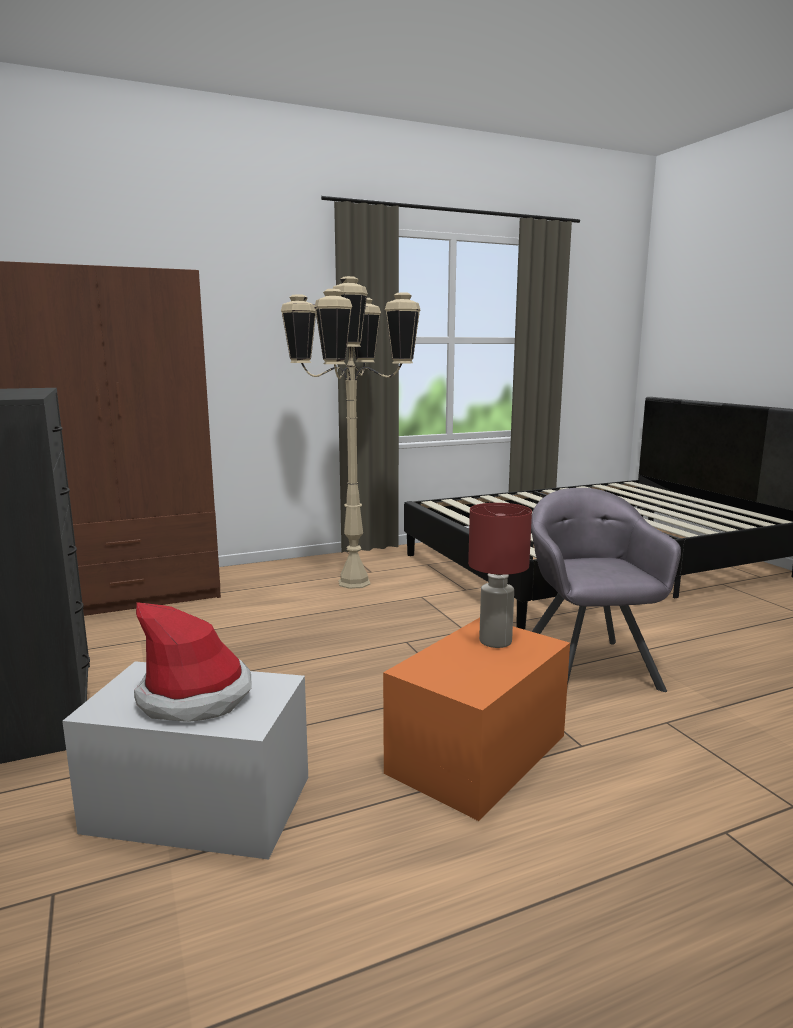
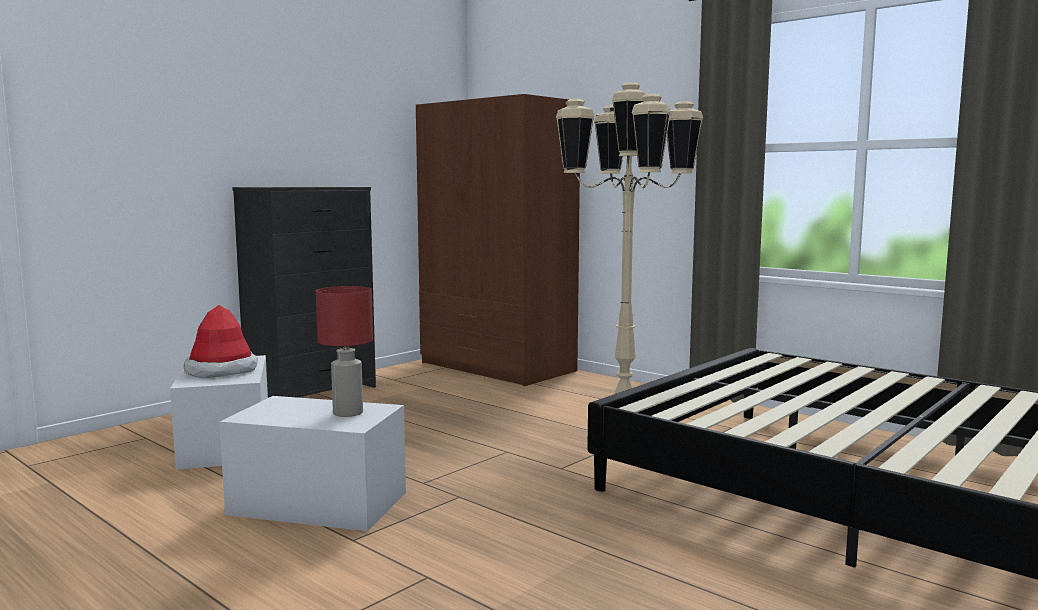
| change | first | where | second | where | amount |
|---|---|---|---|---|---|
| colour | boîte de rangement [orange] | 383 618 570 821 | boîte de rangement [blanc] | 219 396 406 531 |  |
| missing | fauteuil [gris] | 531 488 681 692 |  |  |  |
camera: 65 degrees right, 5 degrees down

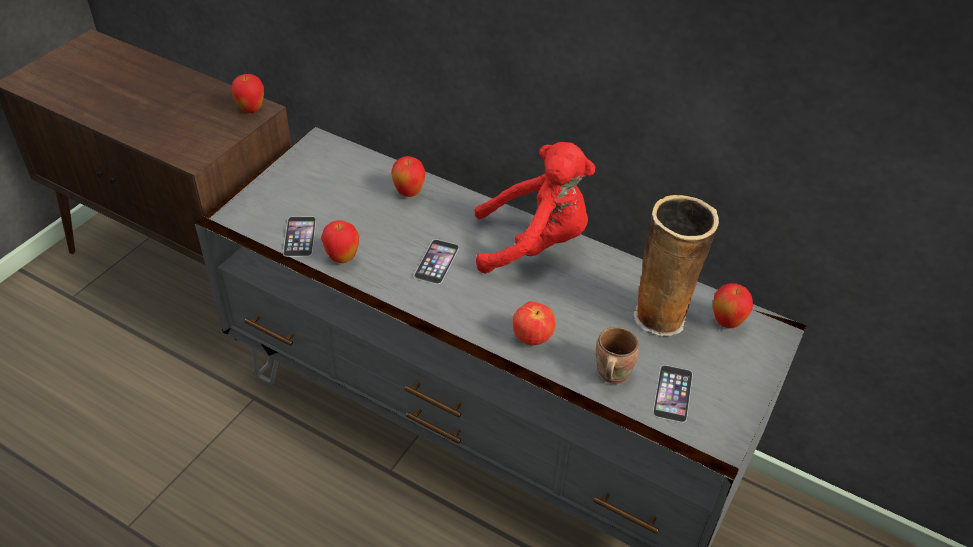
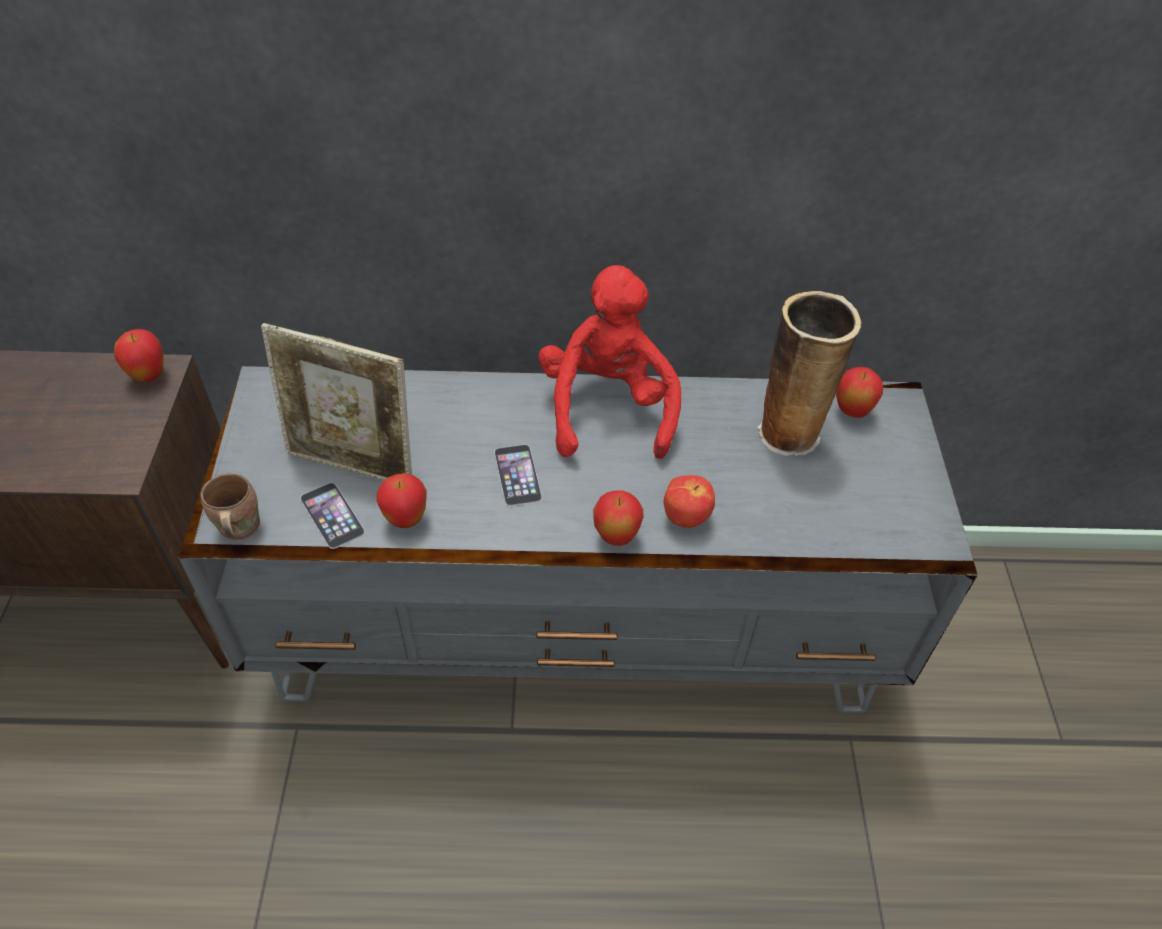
| change | first | where | second | where | amount |
|---|---|---|---|---|---|
| relocated | pomme | 391 156 425 197 |  | 593 490 643 546 |  |
| spun | peluche [rouge] | 474 142 595 274 |  | 538 265 681 459 | 60 degrees counterclockwise |
| relocated | mug [marron] | 596 327 639 384 |  | 201 473 260 541 |  |
| missing | téléphone | 653 365 693 423 |  |  |  |
| appeared |  |  | cadre photo | 261 323 412 480 |  |
camera: 30 degrees left, 5 degrees up

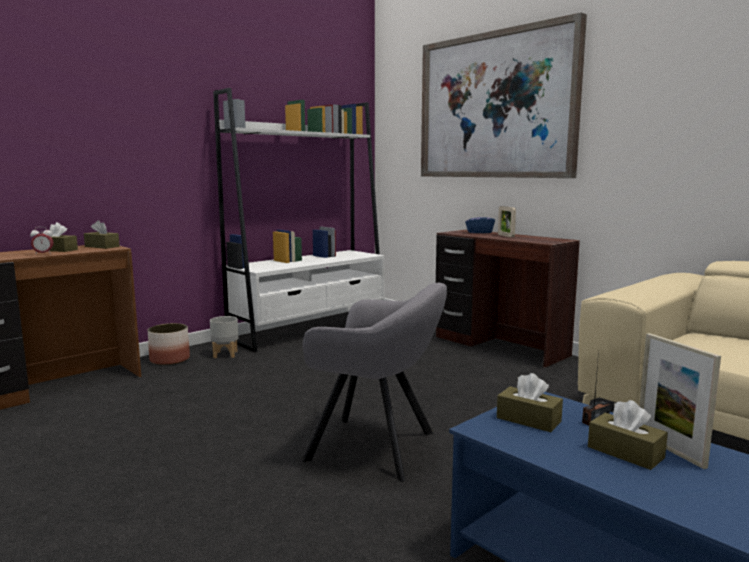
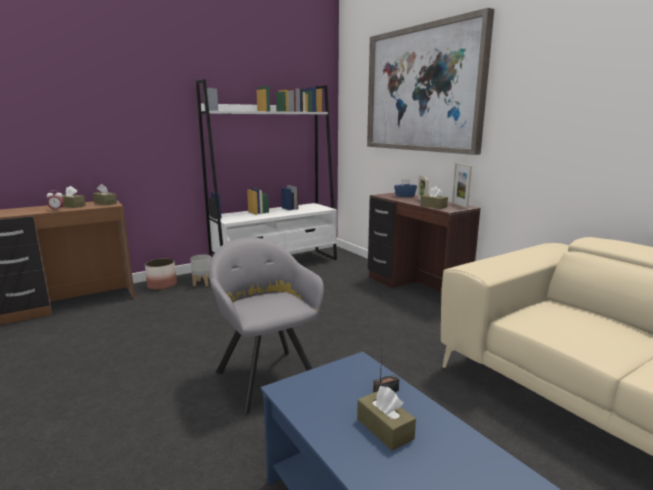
| change | first | where | second | where | amount |
|---|---|---|---|---|---|
| spun | fauteuil [gris] | 302 283 447 482 |  | 209 237 324 415 | 150 degrees counterclockwise |
| relocated | boîte à mouchoirs [marron] | 497 373 563 432 |  | 420 186 448 209 |  |
| relocated | cadre photo | 639 333 721 469 |  | 452 163 472 208 |  |
camera: 10 degrees right, 5 degrees up

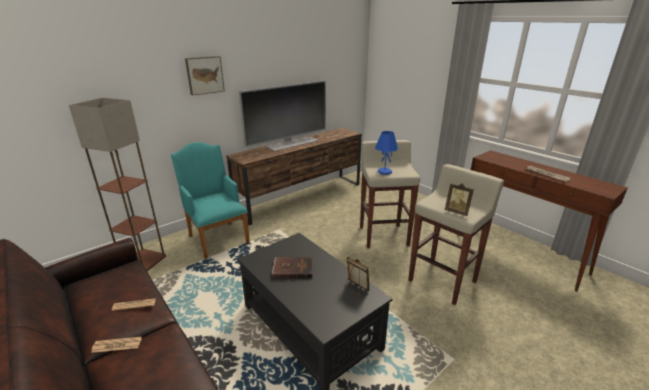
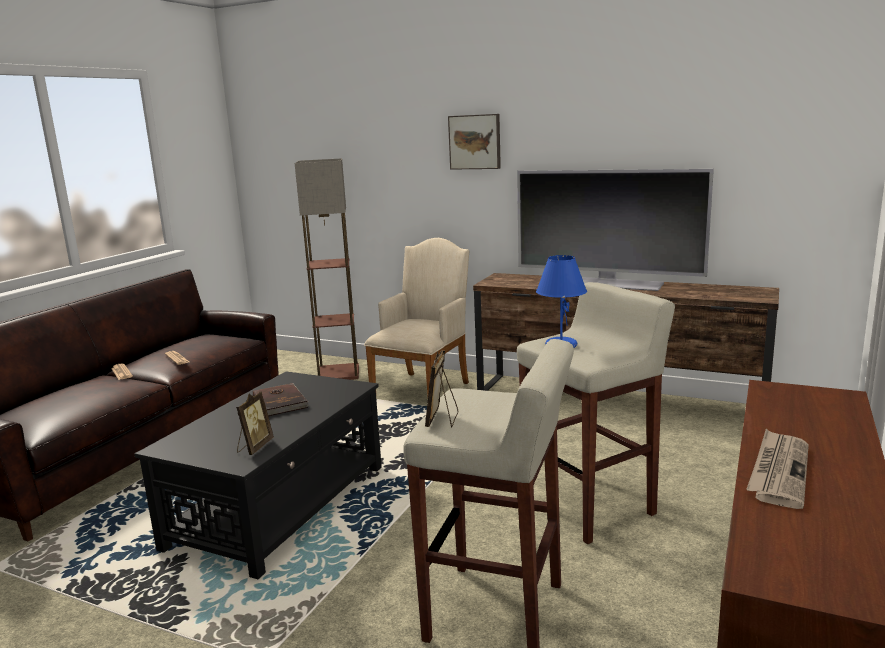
| change | first | where | second | where | amount |
|---|---|---|---|---|---|
| colour | fauteuil [turquoise] | 171 142 250 259 | fauteuil [beige] | 364 238 469 396 |  |
camera: 65 degrees right, 10 degrees down

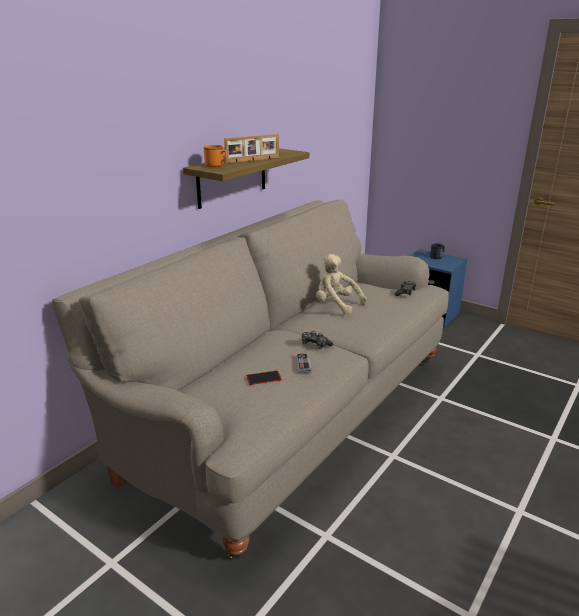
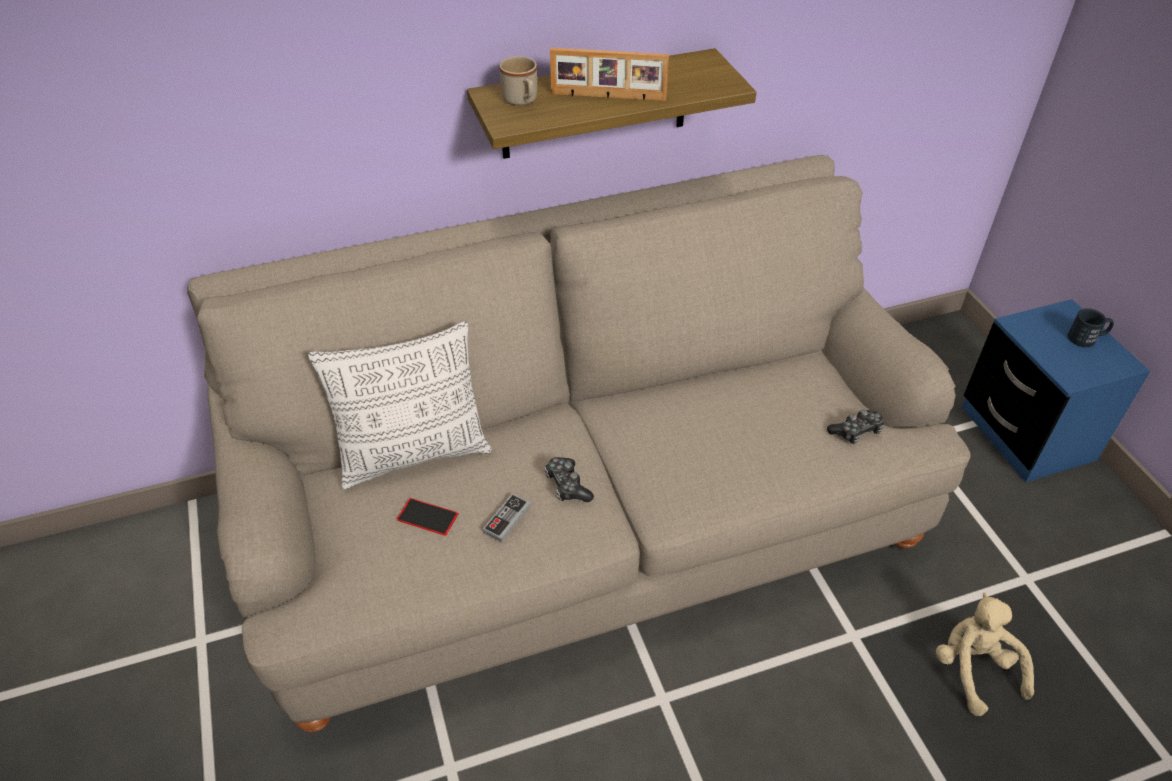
| change | first | where | second | where | amount |
|---|---|---|---|---|---|
| colour | mug [orange] | 204 145 227 167 | mug [beige] | 500 56 537 106 |  |
| relocated | peluche [beige] | 316 254 367 315 |  | 936 593 1034 716 |  |
| appeared |  |  | coussin | 308 322 492 489 |  |
camera: 35 degrees right, 20 degrees up

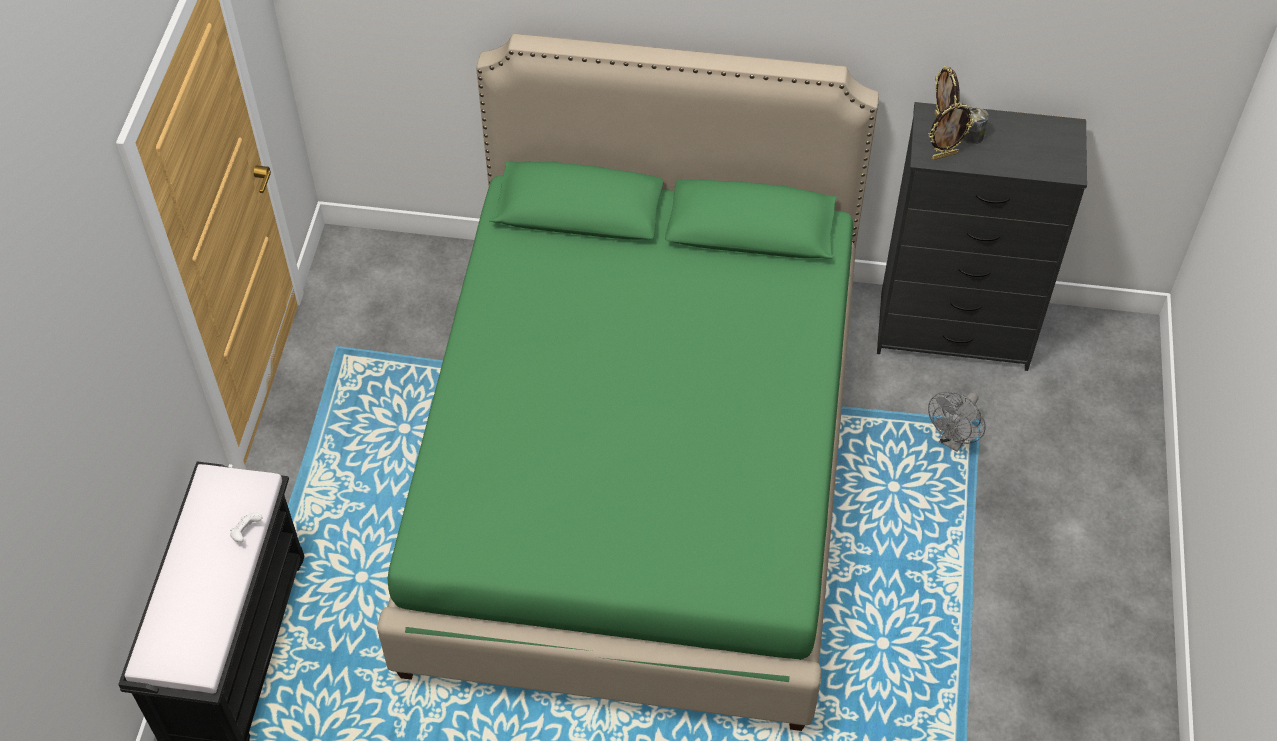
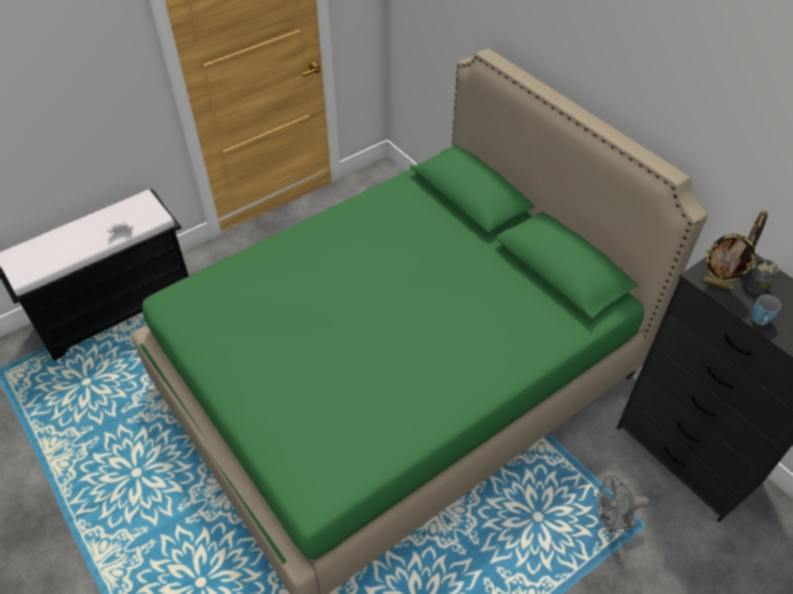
| change | first | where | second | where | amount |
|---|---|---|---|---|---|
| appeared |  |  | mug [bleu] | 752 295 781 325 |  |
camera: 45 degrees right, 5 degrees down

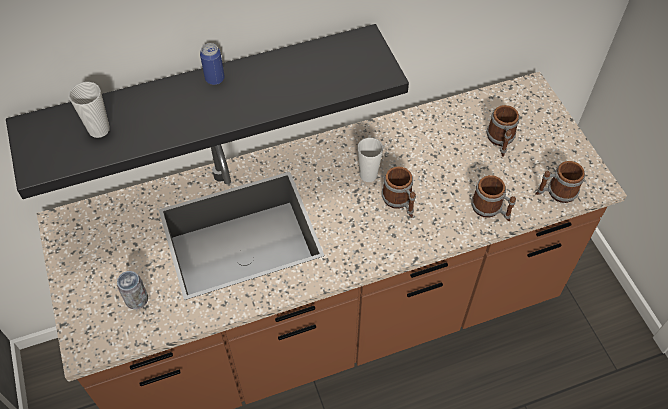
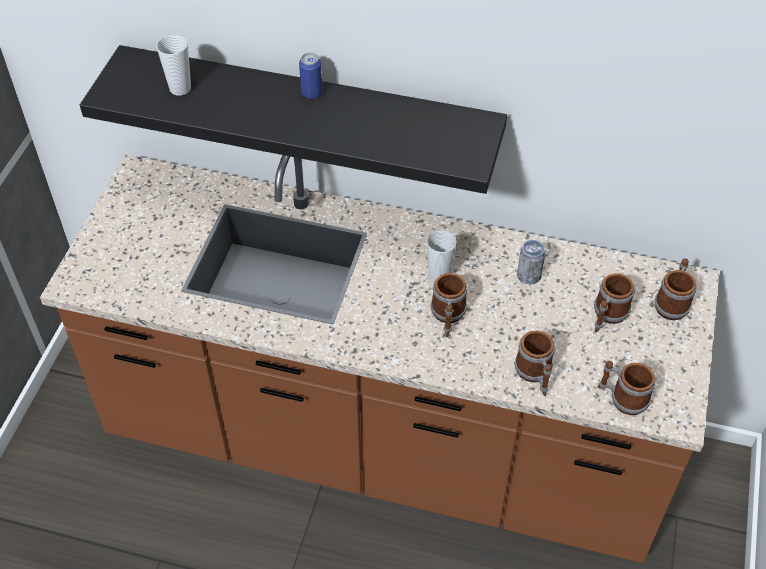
| change | first | where | second | where | amount |
|---|---|---|---|---|---|
| relocated | boîte métallique | 117 271 148 309 |  | 517 239 546 284 |  |
| appeared |  |  | mug | 655 258 697 320 |  |
camera: 35 degrees right, 5 degrees down

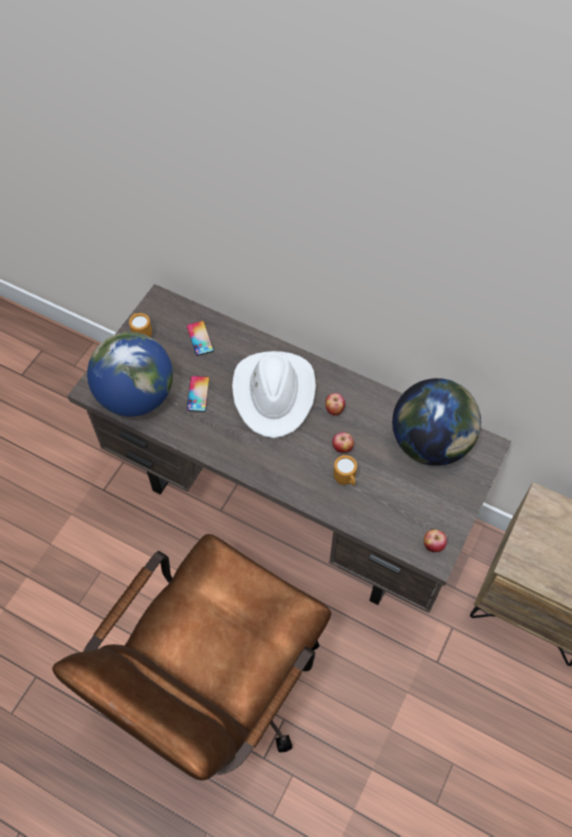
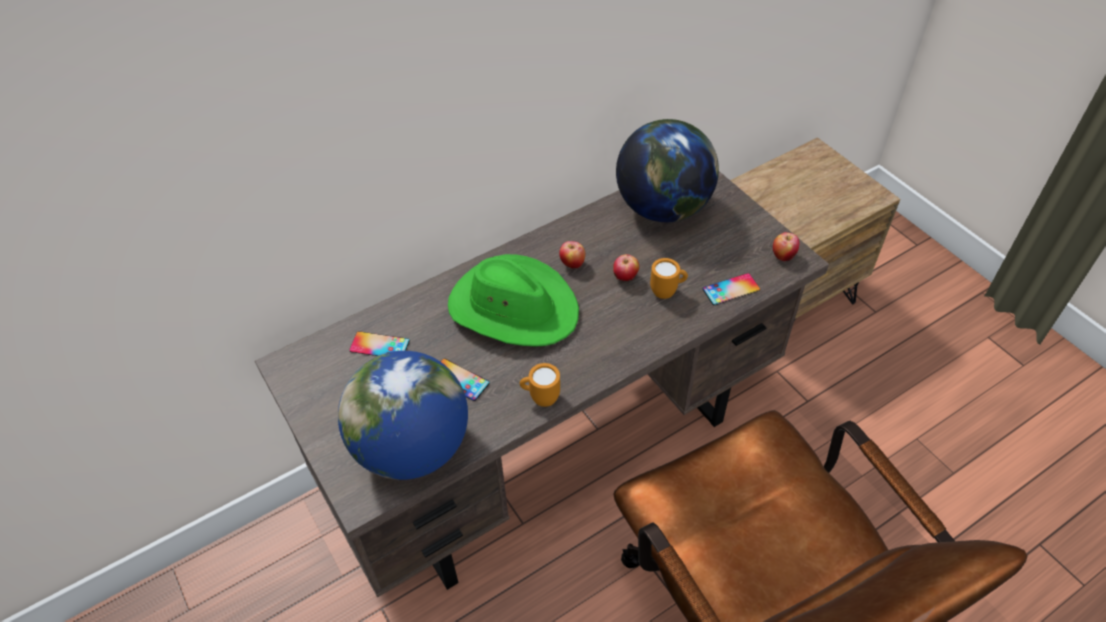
| change | first | where | second | where | amount |
|---|---|---|---|---|---|
| relocated | mug [orange] | 129 313 152 337 |  | 520 363 560 407 |  |
| colour | chapeau [blanc] | 232 351 316 438 | chapeau [vert] | 448 254 579 347 |  |
| appeared |  |  | téléphone | 703 273 760 305 |  |
camera: 60 degrees left, 10 degrees down

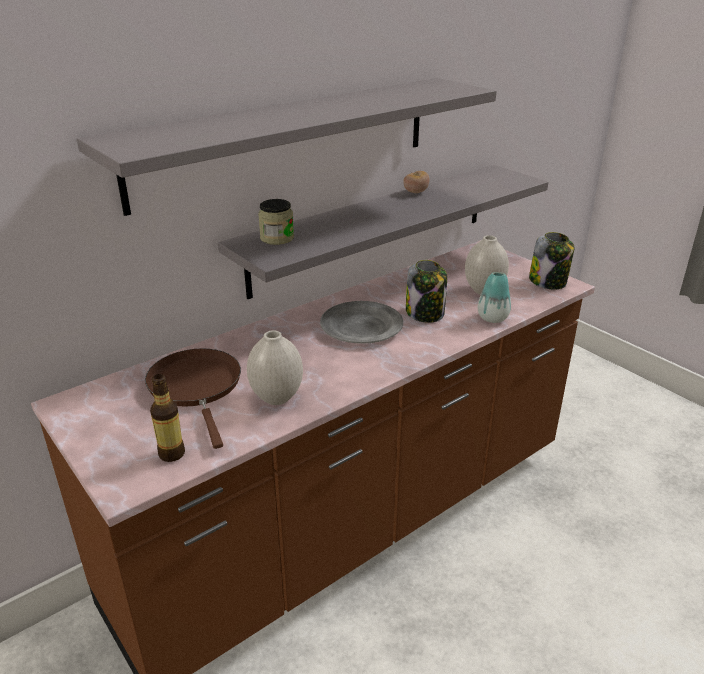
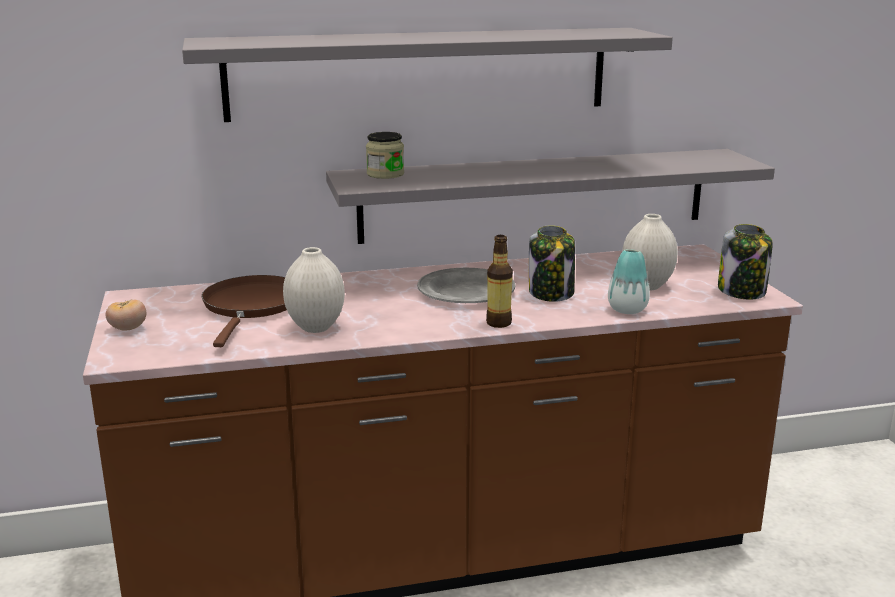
| change | first | where | second | where | amount |
|---|---|---|---|---|---|
| relocated | bouteille | 150 374 185 462 |  | 486 235 513 328 |  |
| relocated | tomate | 403 171 430 193 |  | 105 300 146 331 |  |
camera: 25 degrees right, 10 degrees down

